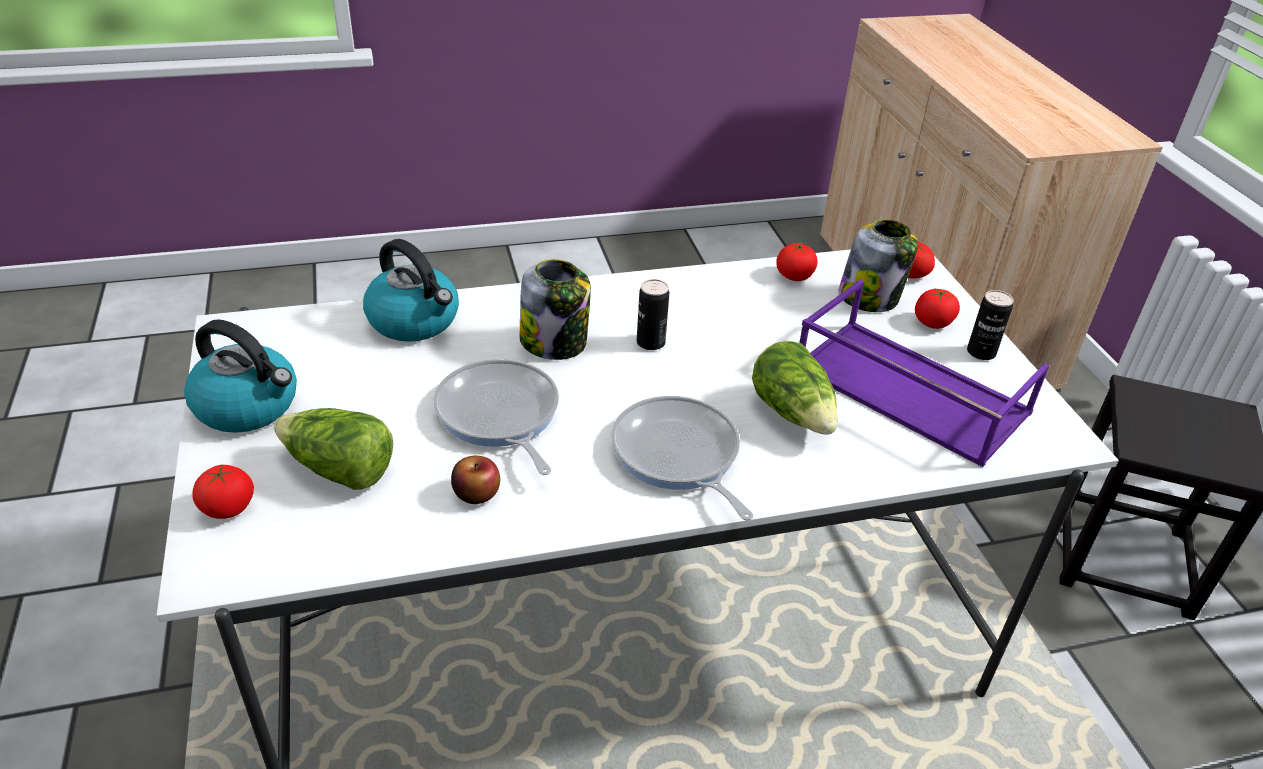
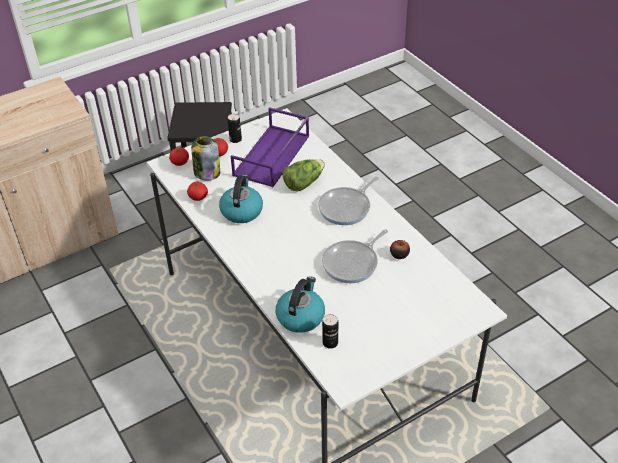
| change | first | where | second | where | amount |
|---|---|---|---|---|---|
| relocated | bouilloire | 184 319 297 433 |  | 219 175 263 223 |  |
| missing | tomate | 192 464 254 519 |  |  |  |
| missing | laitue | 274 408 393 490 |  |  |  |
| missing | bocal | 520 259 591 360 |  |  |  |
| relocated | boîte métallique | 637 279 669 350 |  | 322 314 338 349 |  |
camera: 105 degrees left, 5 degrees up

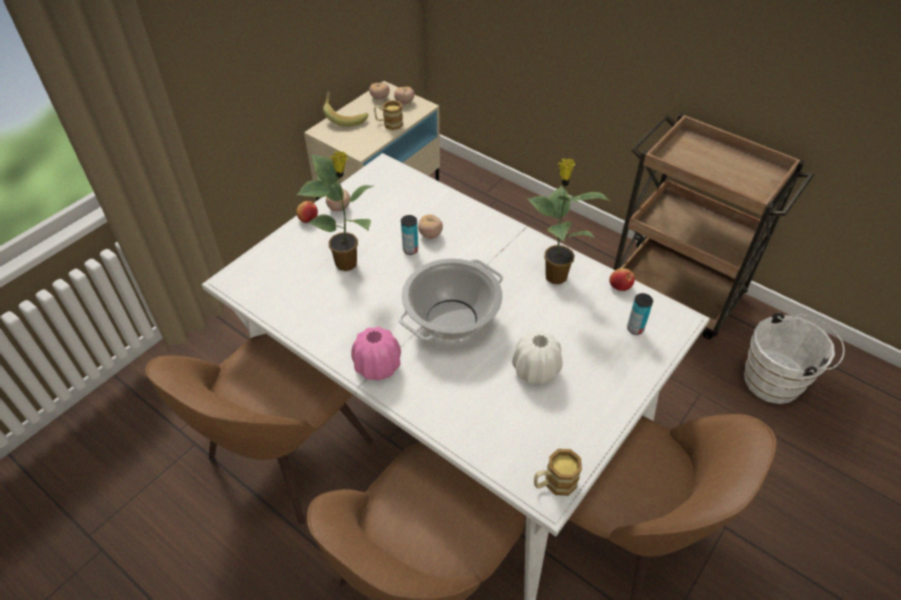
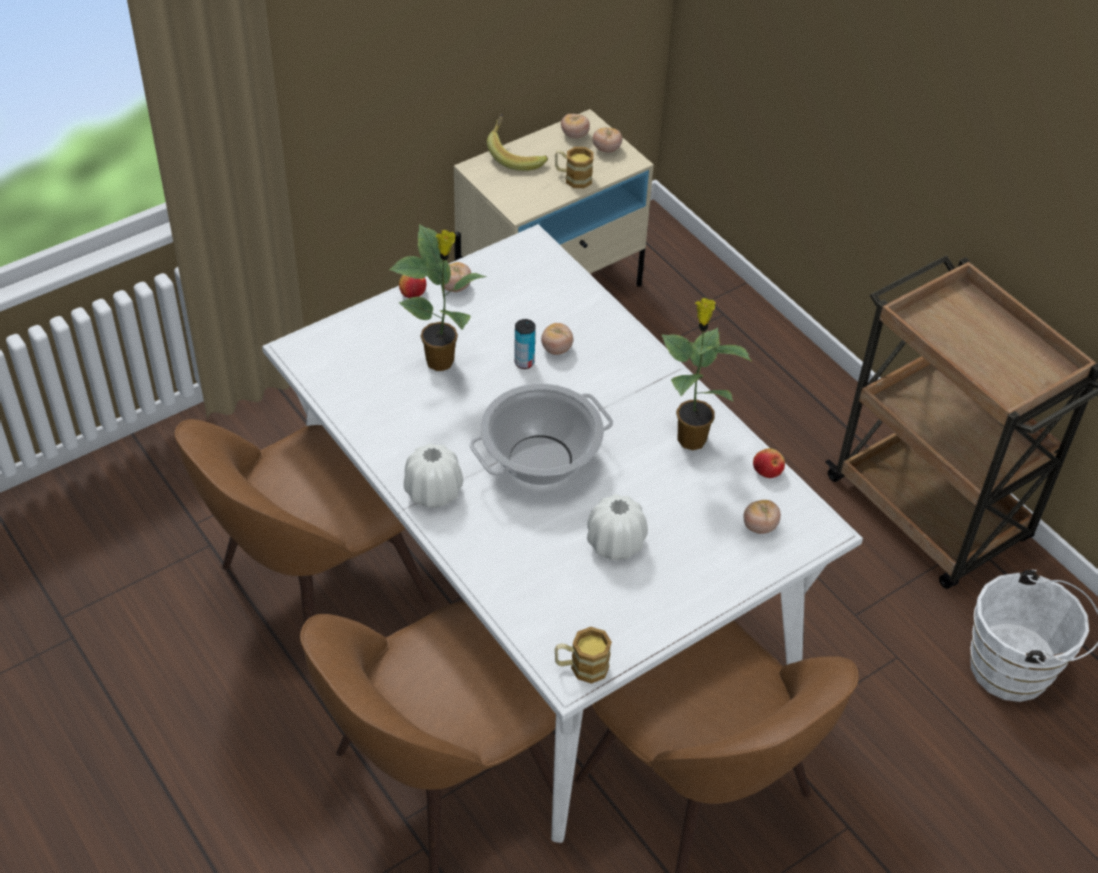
| change | first | where | second | where | amount |
|---|---|---|---|---|---|
| colour | vase [rose] | 351 327 401 380 | vase [blanc] | 404 443 463 507 |  |
| exchanged | boîte métallique | 627 293 653 335 | tomate | 744 500 781 534 |  |
camera: 15 degrees right, 0 degrees up

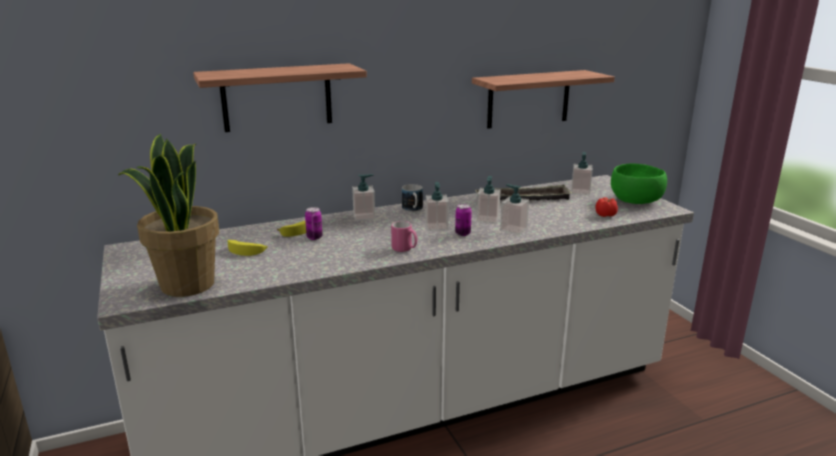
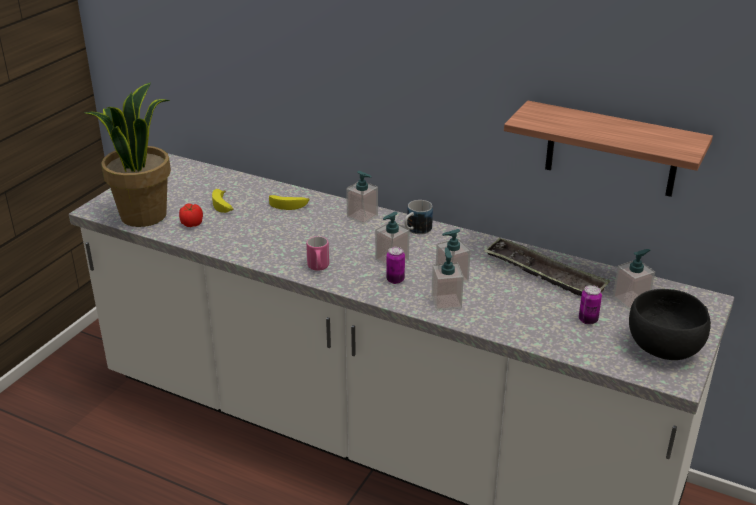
| change | first | where | second | where | amount |
|---|---|---|---|---|---|
| missing | étagère | 193 63 367 132 |  |  |  |
| relocated | boîte métallique | 305 207 323 240 |  | 579 285 602 325 |  |
| relocated | tomate | 596 197 618 217 |  | 179 204 203 227 |  |
| colour | bol [vert] | 611 164 667 204 | bol [noir] | 629 289 711 360 |  |
camera: 50 degrees right, 10 degrees up

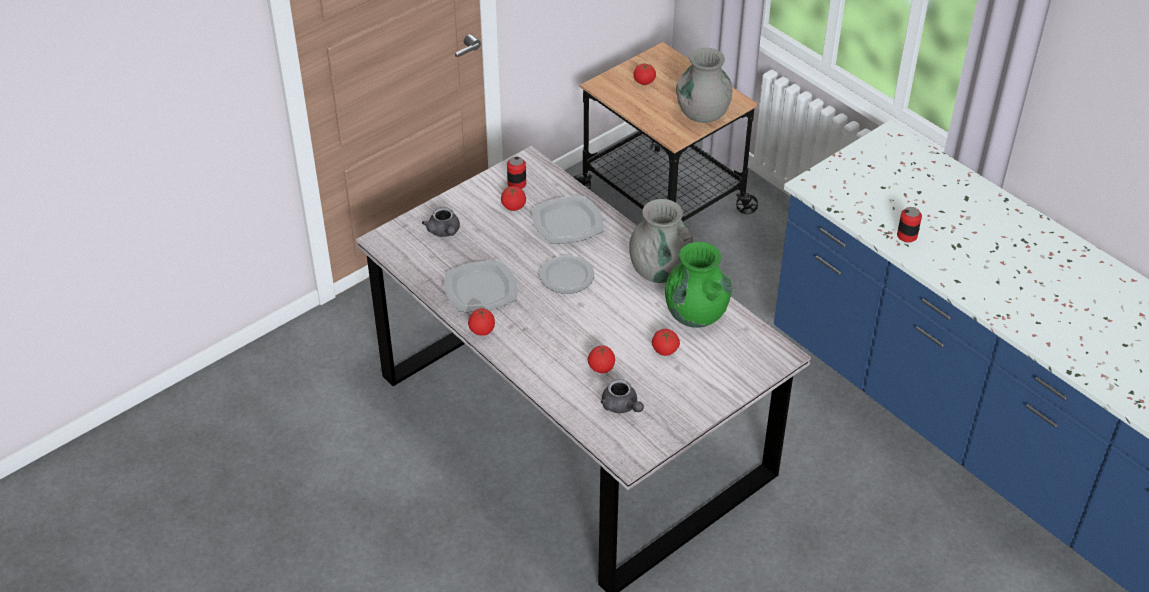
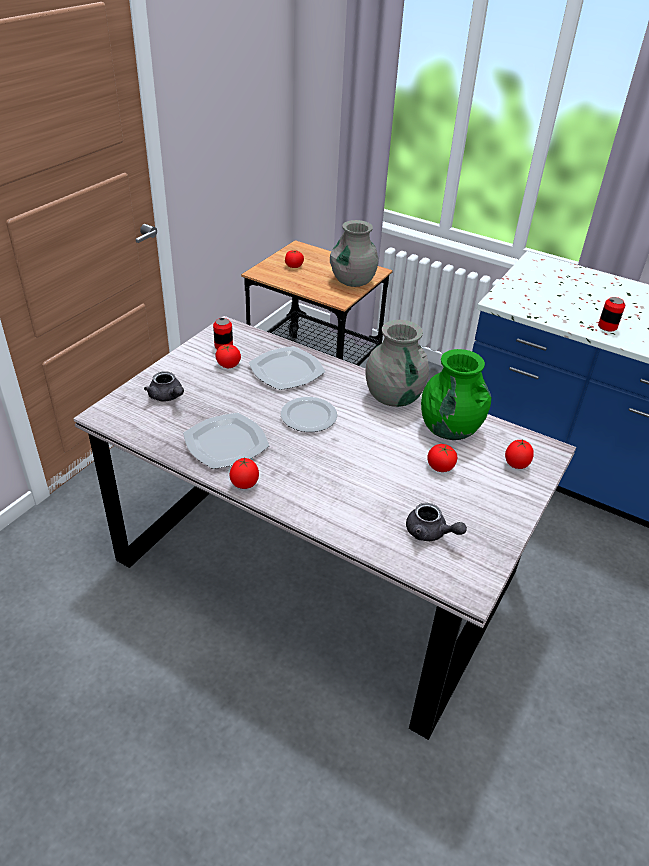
| change | first | where | second | where | amount |
|---|---|---|---|---|---|
| relocated | tomate | 588 345 615 373 |  | 505 439 534 469 |  |
camera: 20 degrees left, 5 degrees down

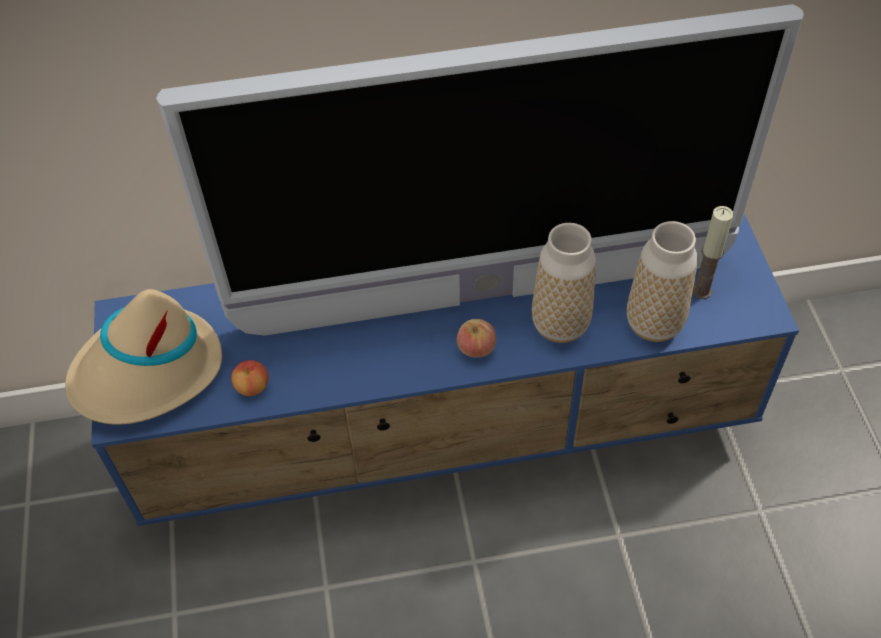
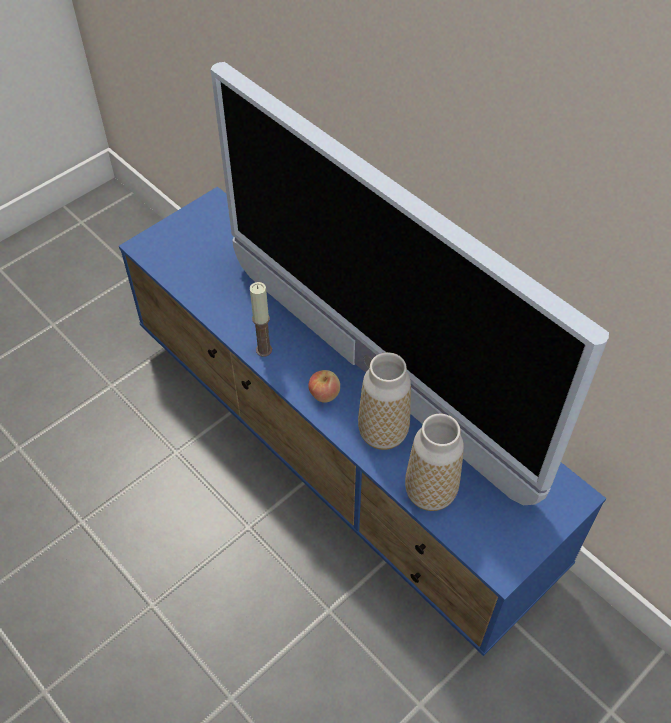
| change | first | where | second | where | amount |
|---|---|---|---|---|---|
| missing | chapeau [beige] | 65 289 222 425 |  |  |  |
| missing | pomme | 231 360 268 396 |  |  |  |
| relocated | bougie | 692 206 733 299 |  | 250 282 272 357 |  |
camera: 55 degrees right, 0 degrees up

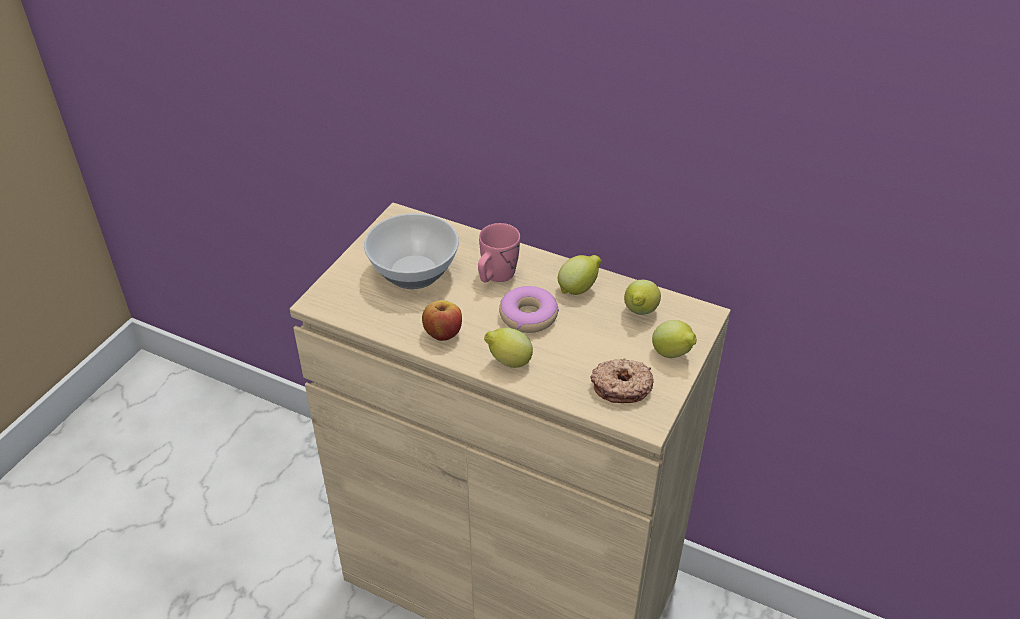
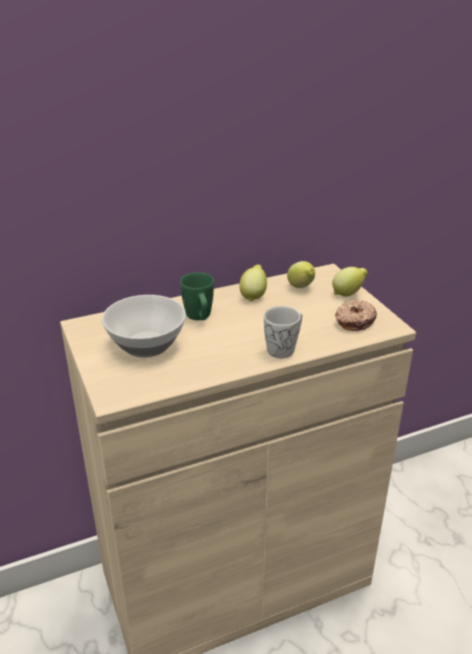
| change | first | where | second | where | amount |
|---|---|---|---|---|---|
| missing | pomme | 422 300 462 341 |  |  |  |
| colour | mug [rose] | 478 223 520 283 | mug [vert] | 180 272 214 320 |  |
| exchanged | citron | 484 328 533 368 | mug [blanc] | 264 306 302 358 |  |
| missing | beignet | 499 286 559 333 |  |  |  |
camera: 50 degrees left, 10 degrees down

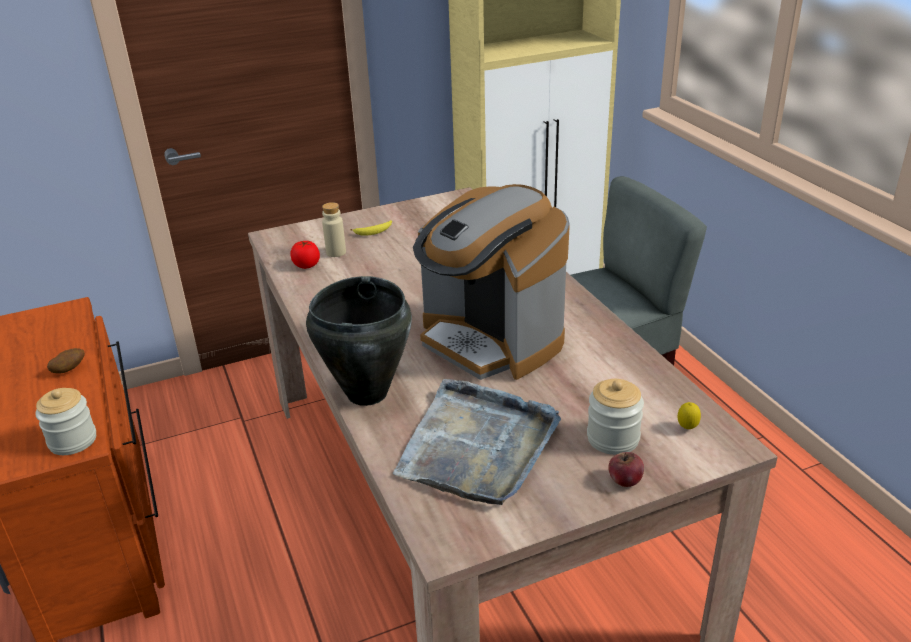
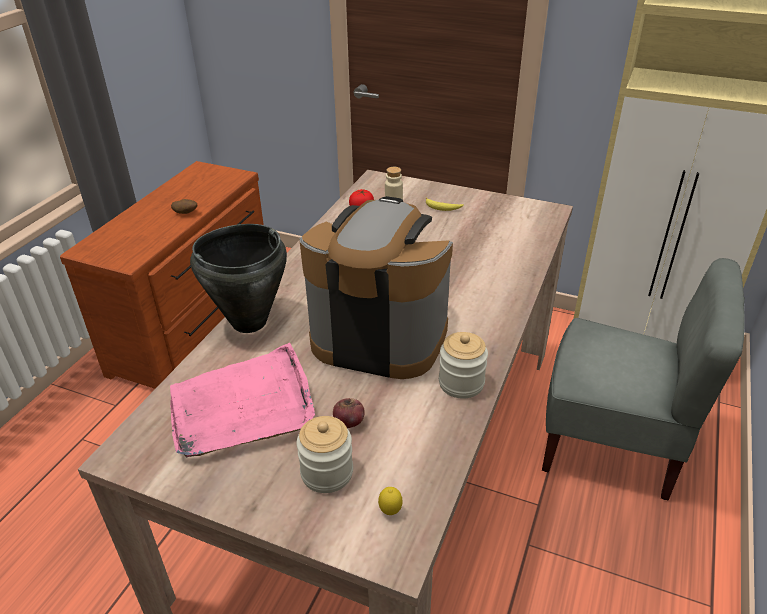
| change | first | where | second | where | amount |
|---|---|---|---|---|---|
| relocated | bocal | 35 388 96 455 |  | 439 332 488 399 |  |
| colour | plateau [gris] | 393 379 561 505 | plateau [rose] | 170 343 315 458 |  |
| spun | machine à café | 413 184 570 380 |  | 299 196 453 379 | 105 degrees clockwise |
| relocated | pomme | 608 452 644 487 |  | 333 398 365 428 |  |
camera: 45 degrees right, 5 degrees up

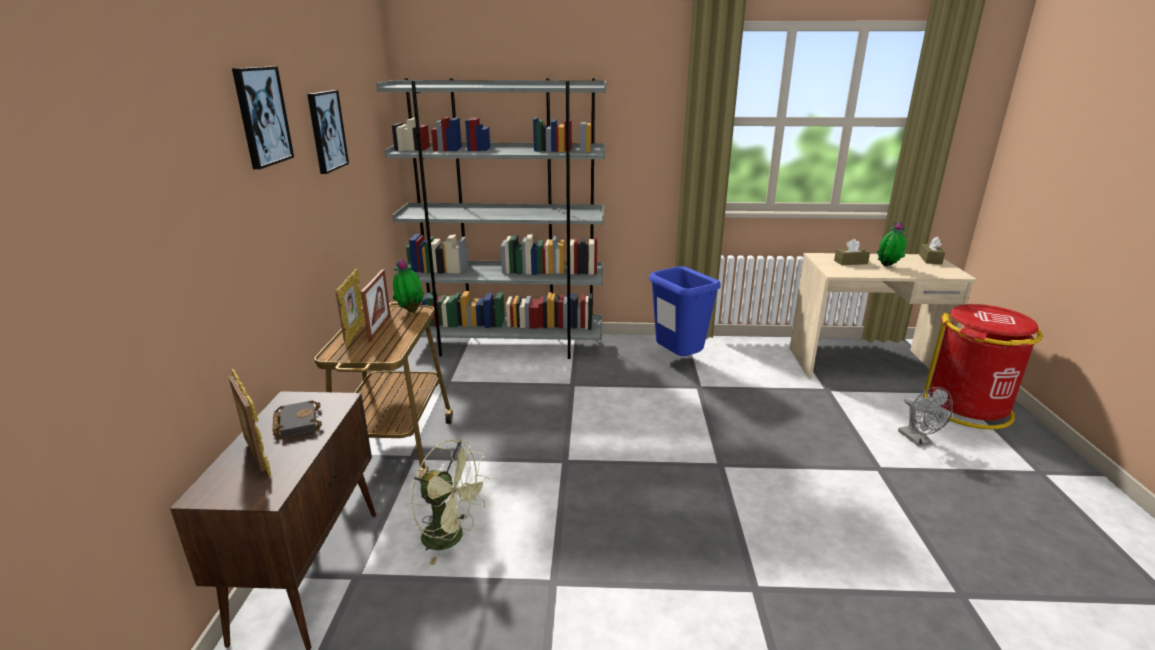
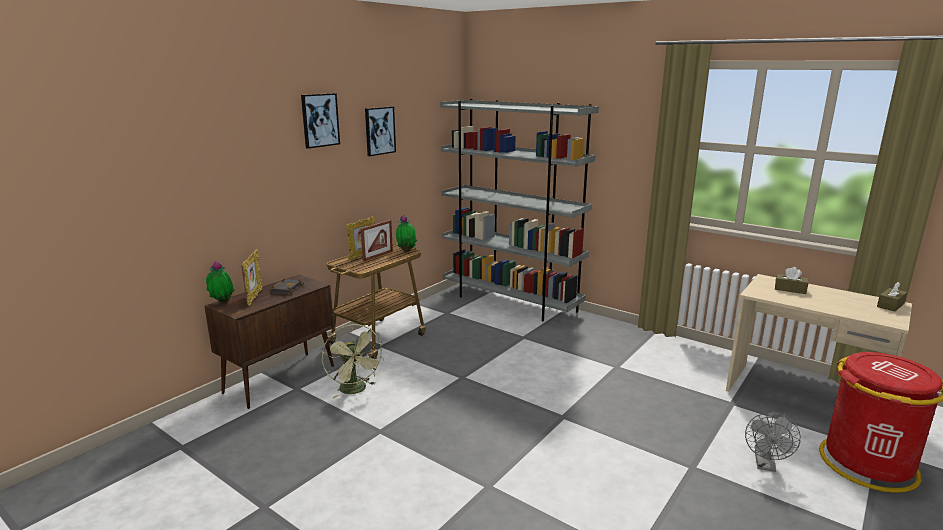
| change | first | where | second | where | amount |
|---|---|---|---|---|---|
| missing | poubelle [bleu] | 649 266 721 356 |  |  |  |
| relocated | plante en pot | 877 221 906 266 |  | 206 261 234 303 |  |
camera: 35 degrees right, 5 degrees down

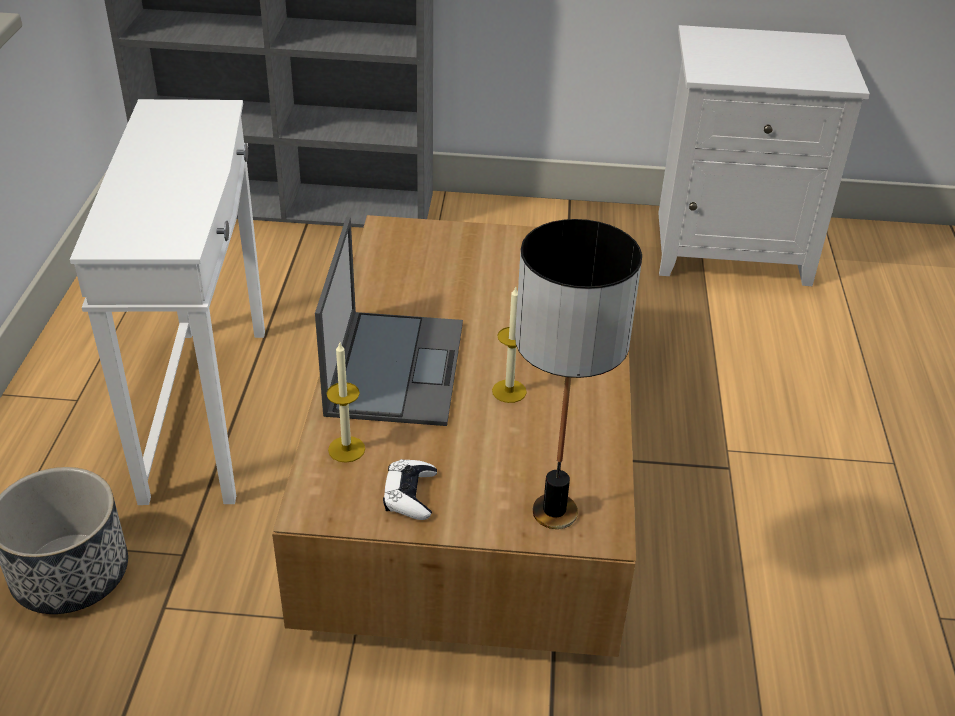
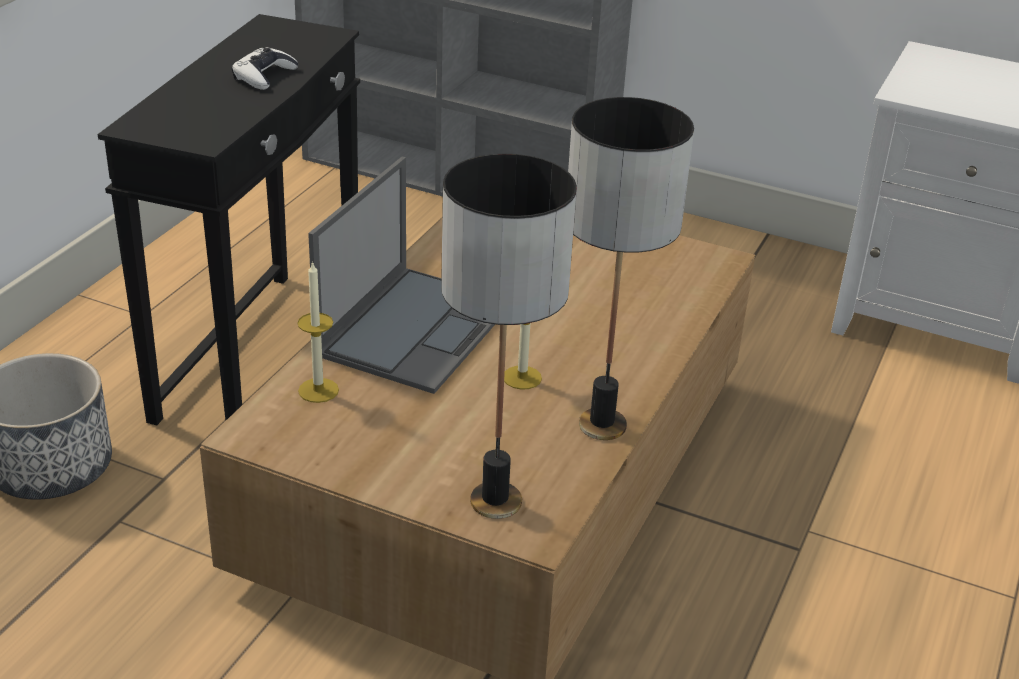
| change | first | where | second | where | amount |
|---|---|---|---|---|---|
| colour | table d'appoint [blanc] | 70 99 265 505 | table d'appoint [noir] | 98 14 360 425 |  |
| relocated | manette [blanc] | 383 459 437 520 |  | 232 47 298 90 |  |
| appeared |  |  | lampe de table | 568 97 694 440 |  |
camera: 20 degrees right, 5 degrees down

